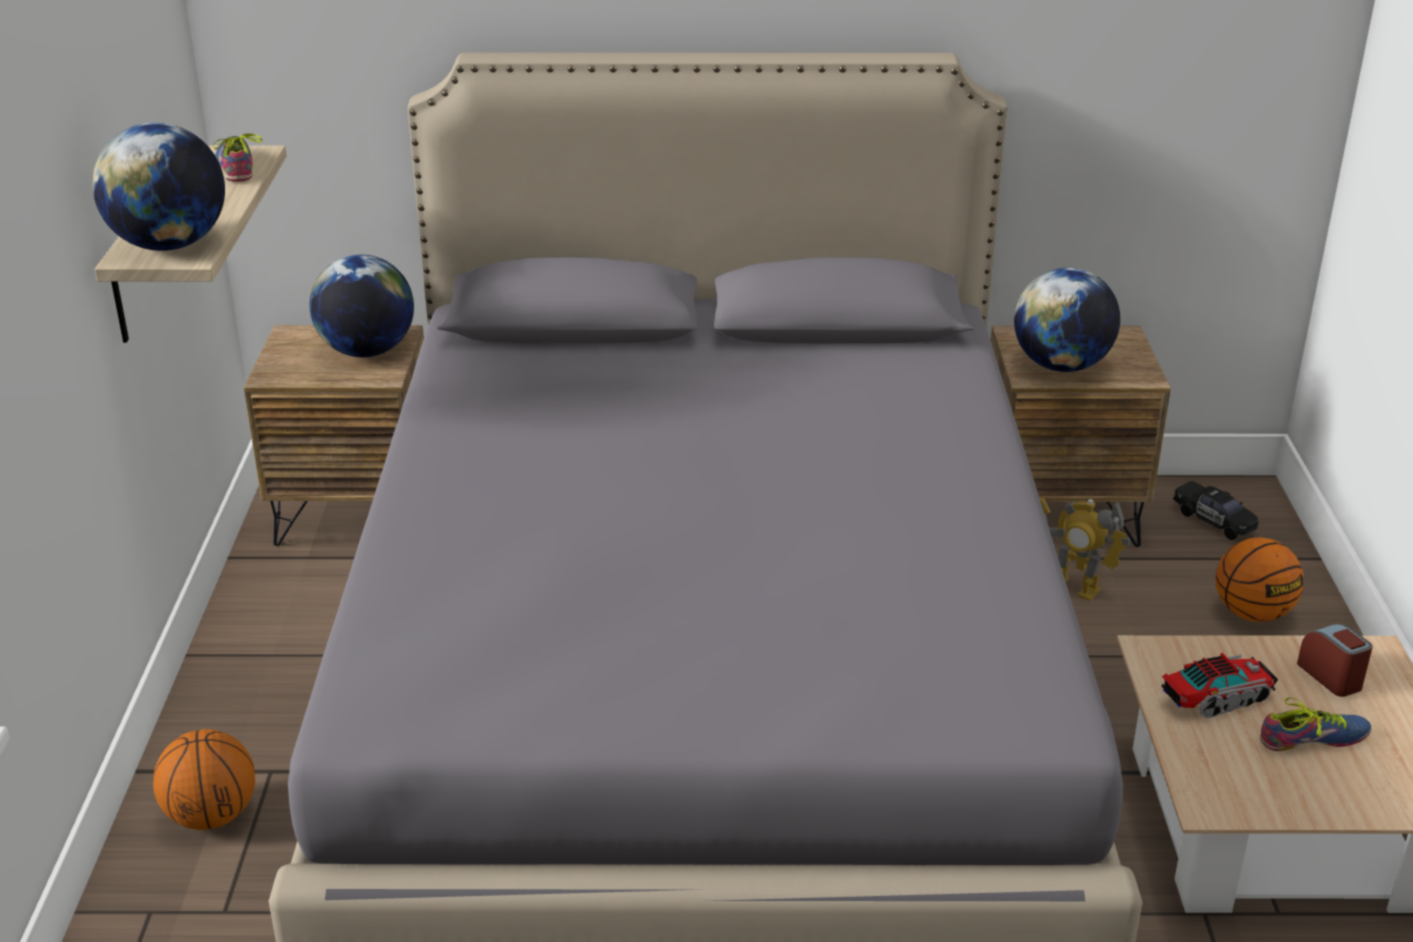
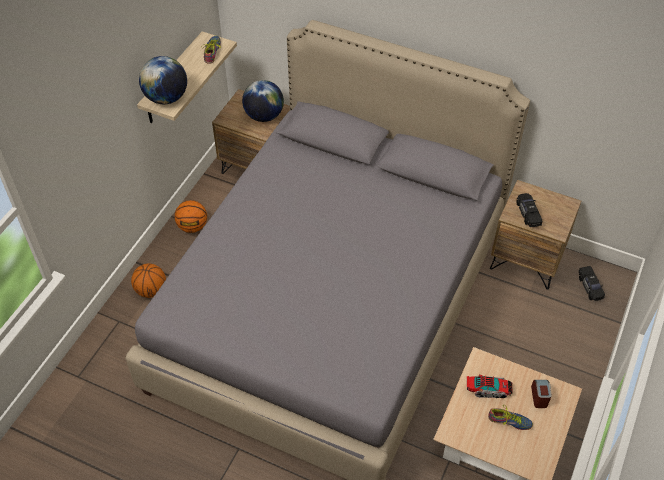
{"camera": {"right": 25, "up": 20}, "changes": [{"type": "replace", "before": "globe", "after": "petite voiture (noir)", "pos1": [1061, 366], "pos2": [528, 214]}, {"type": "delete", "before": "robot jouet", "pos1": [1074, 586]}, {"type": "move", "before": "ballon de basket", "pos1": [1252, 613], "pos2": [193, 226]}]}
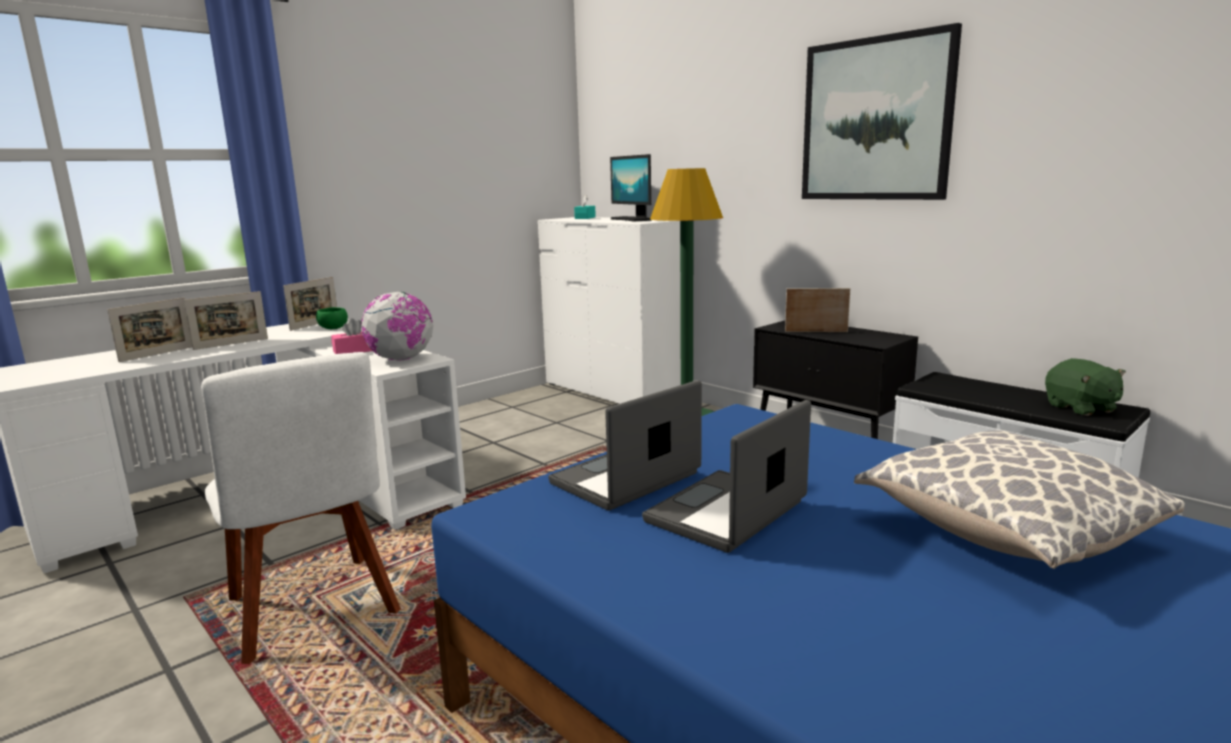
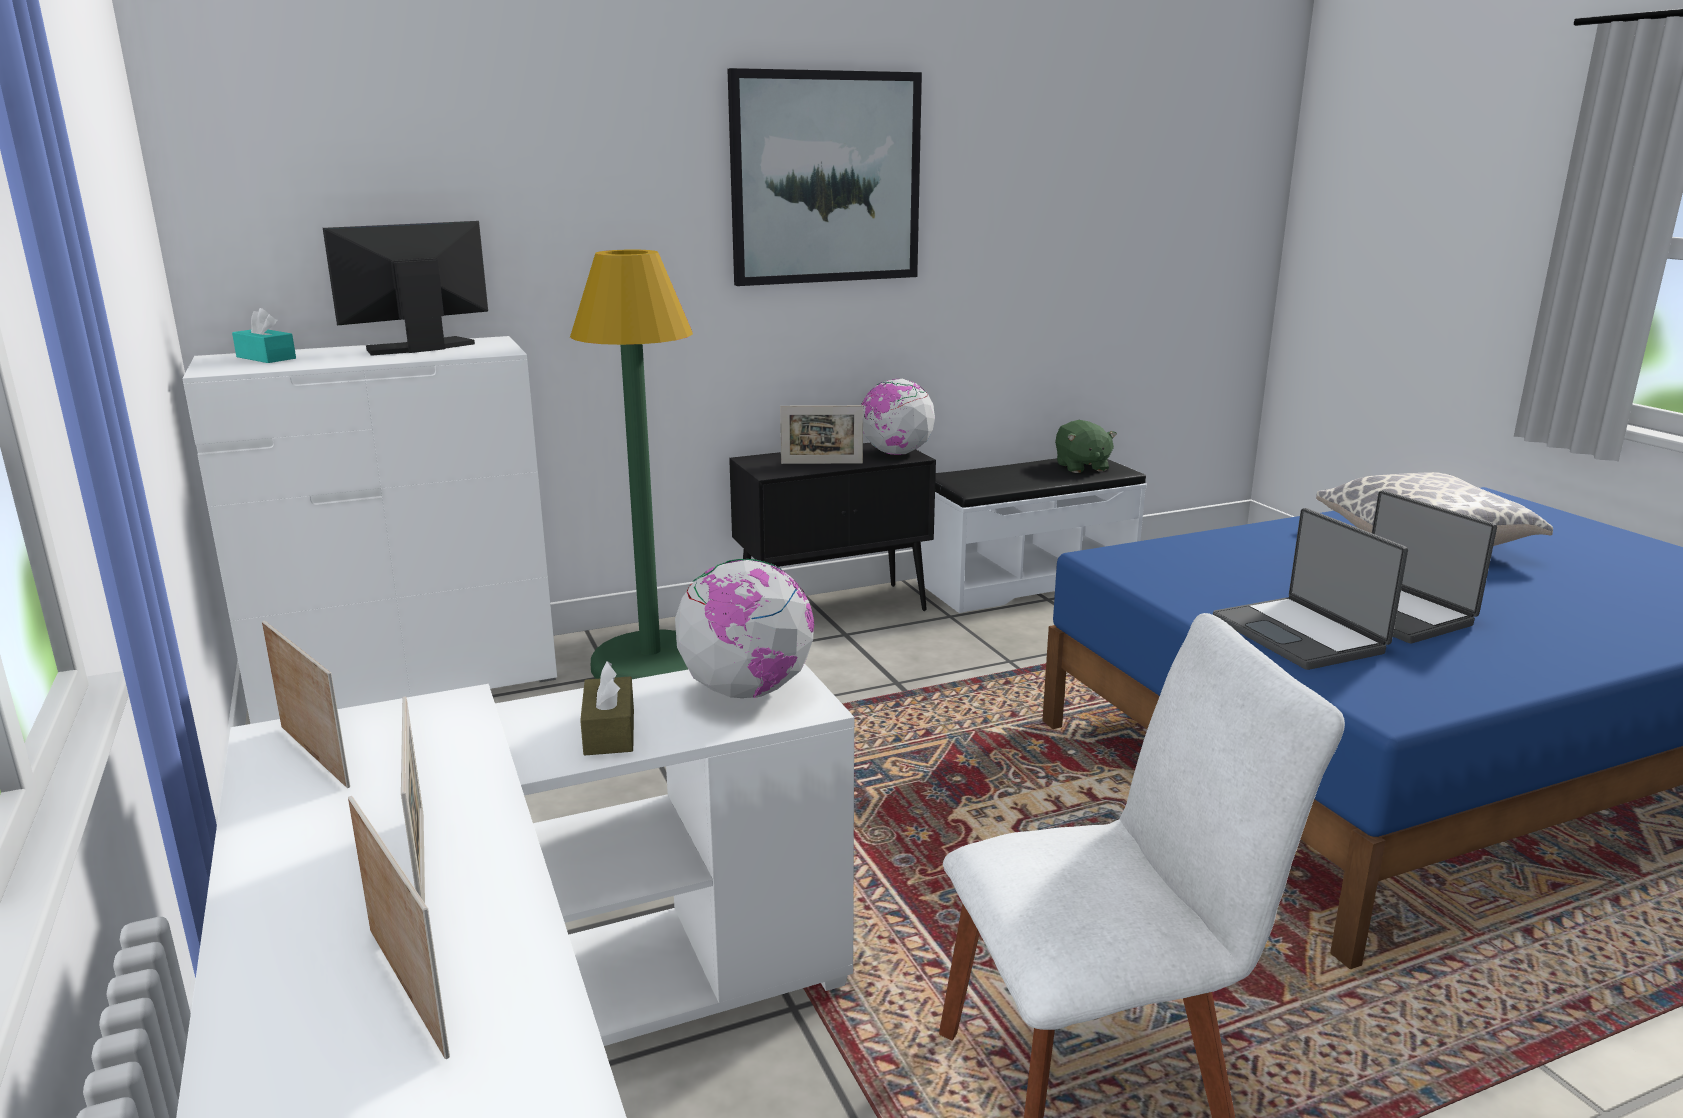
{"camera": {"right": -70, "up": 5}, "changes": [{"type": "rotate", "before": "écran d'ordinateur", "pos1": [632, 219], "pos2": [420, 348], "turn": 150}, {"type": "rotate", "before": "cadre photo", "pos1": [816, 331], "pos2": [821, 463], "turn": -120}, {"type": "delete", "before": "bol (vert)", "pos1": [332, 328]}, {"type": "recolor", "before": "boîte à mouchoirs (rose)", "after": "boîte à mouchoirs (marron)", "pos1": [355, 351], "pos2": [609, 732]}, {"type": "rotate", "before": "peluche (vert)", "pos1": [1080, 408], "pos2": [1081, 467], "turn": 75}, {"type": "insert", "after": "globe", "pos2": [896, 453]}]}
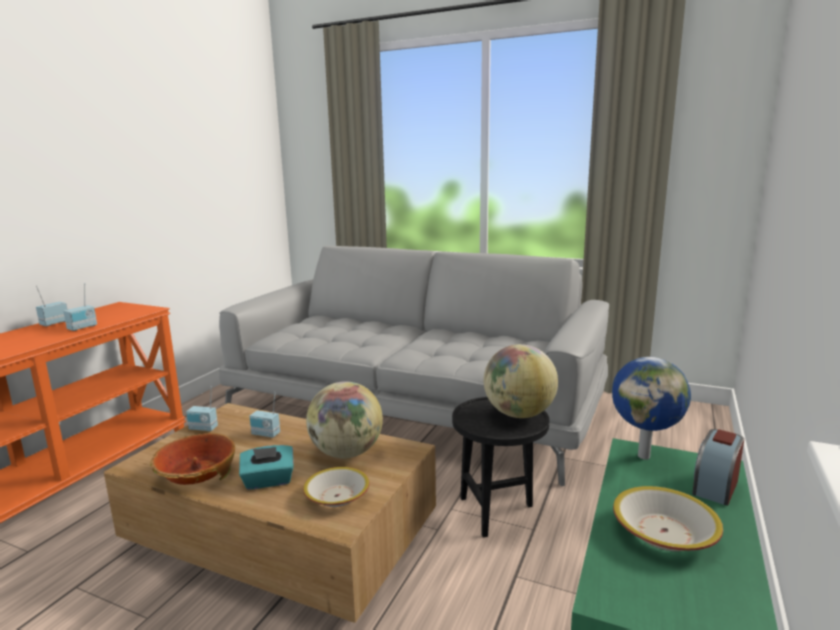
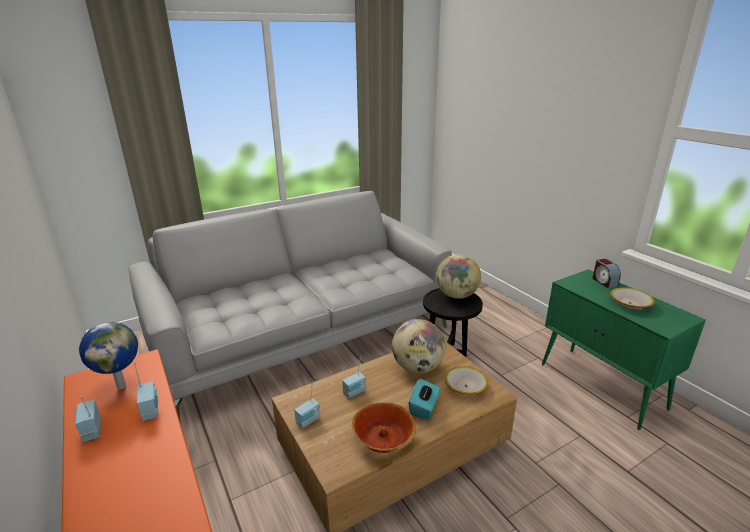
{"camera": {"right": -55, "up": 10}, "changes": [{"type": "move", "before": "globe", "pos1": [644, 455], "pos2": [122, 385]}]}
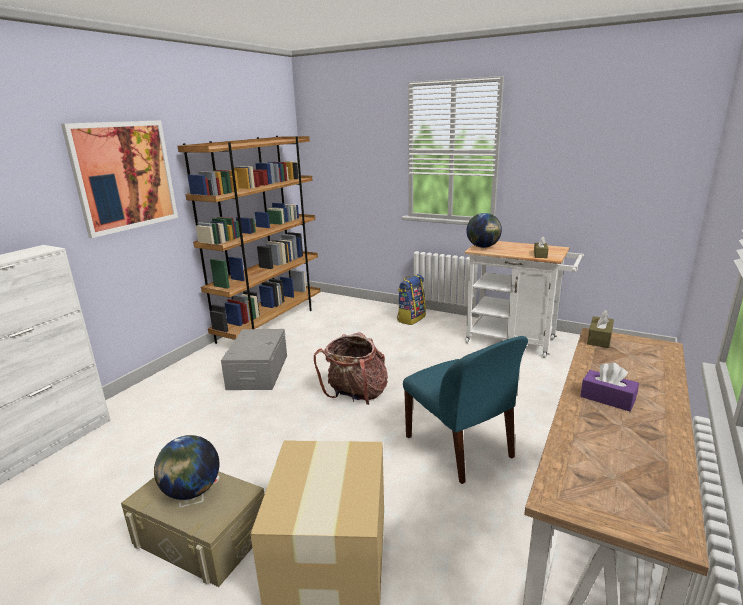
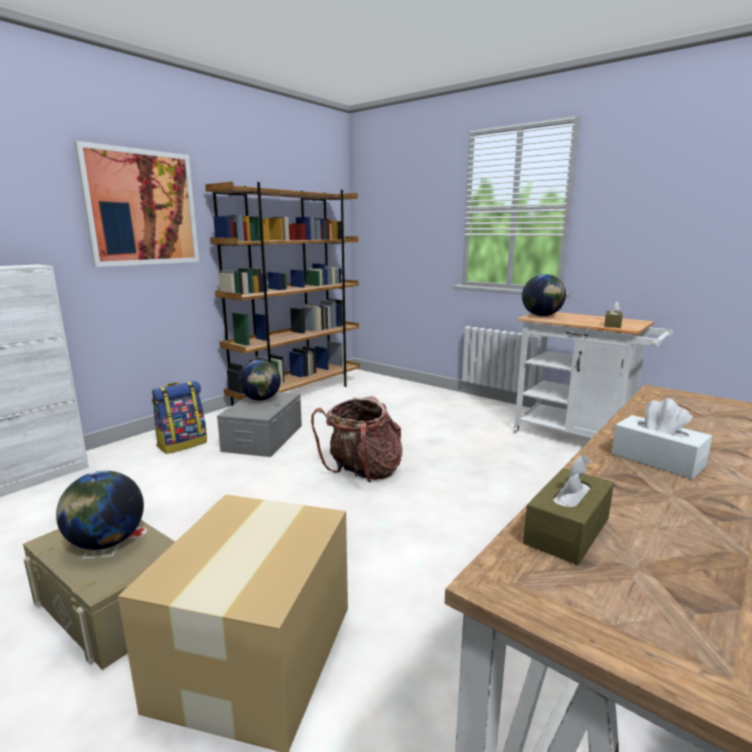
{"camera": {"right": 10, "up": -5}, "changes": [{"type": "move", "before": "sac à dos", "pos1": [411, 318], "pos2": [182, 444]}, {"type": "move", "before": "boîte à mouchoirs (marron)", "pos1": [599, 338], "pos2": [567, 531]}, {"type": "delete", "before": "chaise (bleu)", "pos1": [460, 448]}, {"type": "recolor", "before": "boîte à mouchoirs (violet)", "after": "boîte à mouchoirs (blanc)", "pos1": [607, 398], "pos2": [657, 459]}, {"type": "insert", "after": "globe", "pos2": [261, 399]}]}
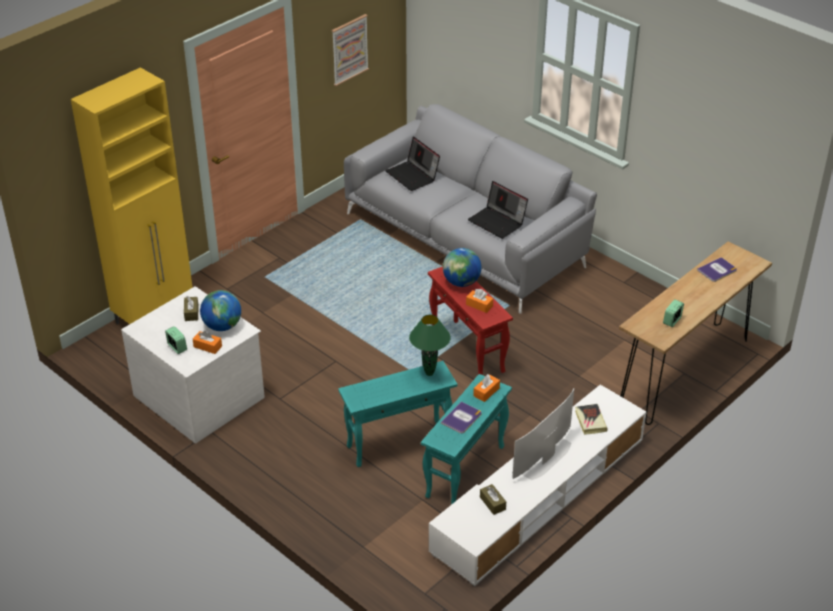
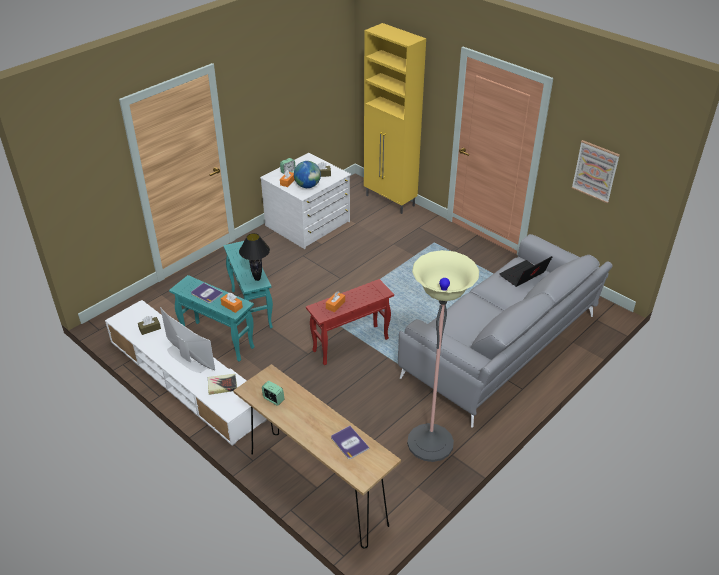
{"camera": {"right": 90, "up": 0}, "changes": [{"type": "delete", "before": "ordinateur portable", "pos1": [498, 222]}, {"type": "delete", "before": "globe", "pos1": [461, 282]}, {"type": "recolor", "before": "lampe de table (vert)", "after": "lampe de table (noir)", "pos1": [429, 373], "pos2": [257, 279]}, {"type": "insert", "after": "lampadaire", "pos2": [430, 443]}]}
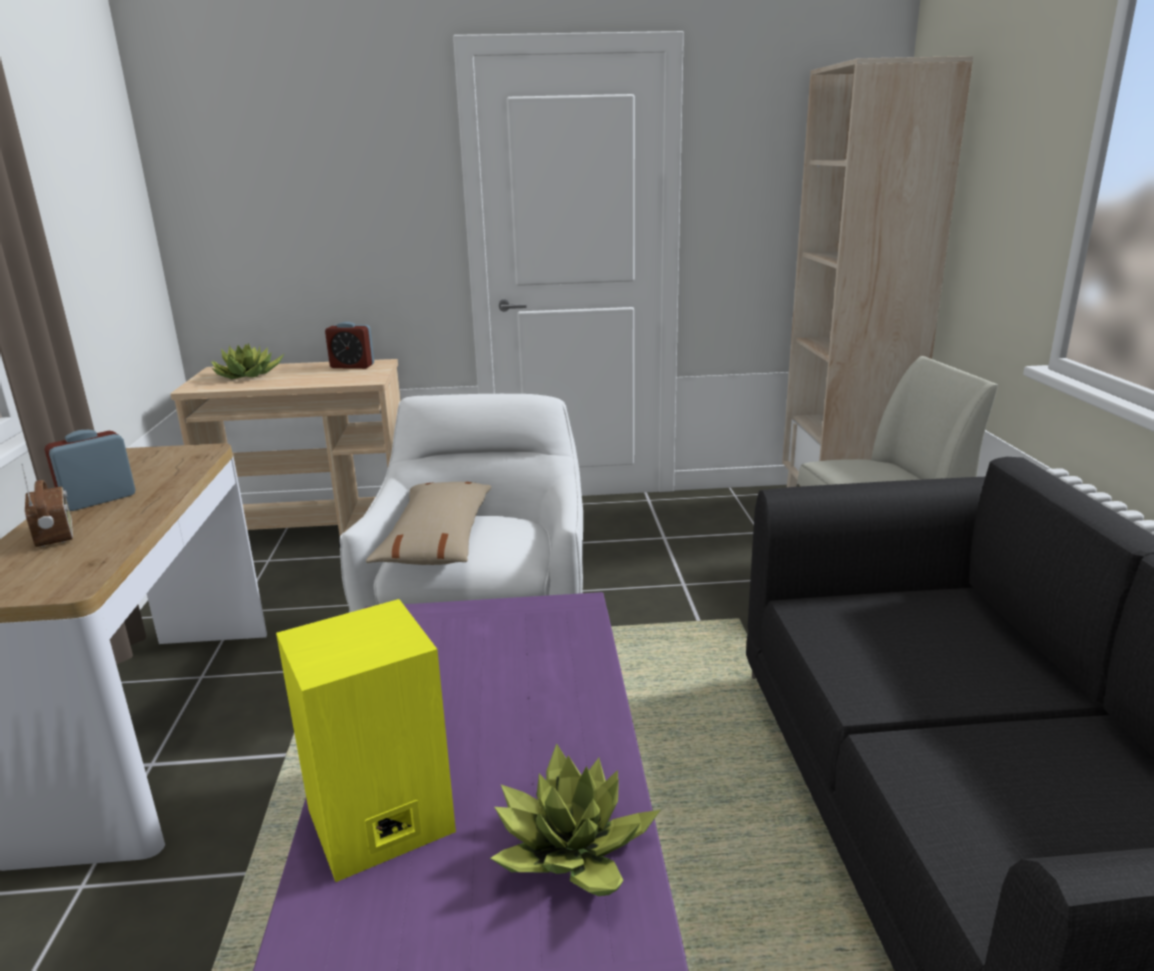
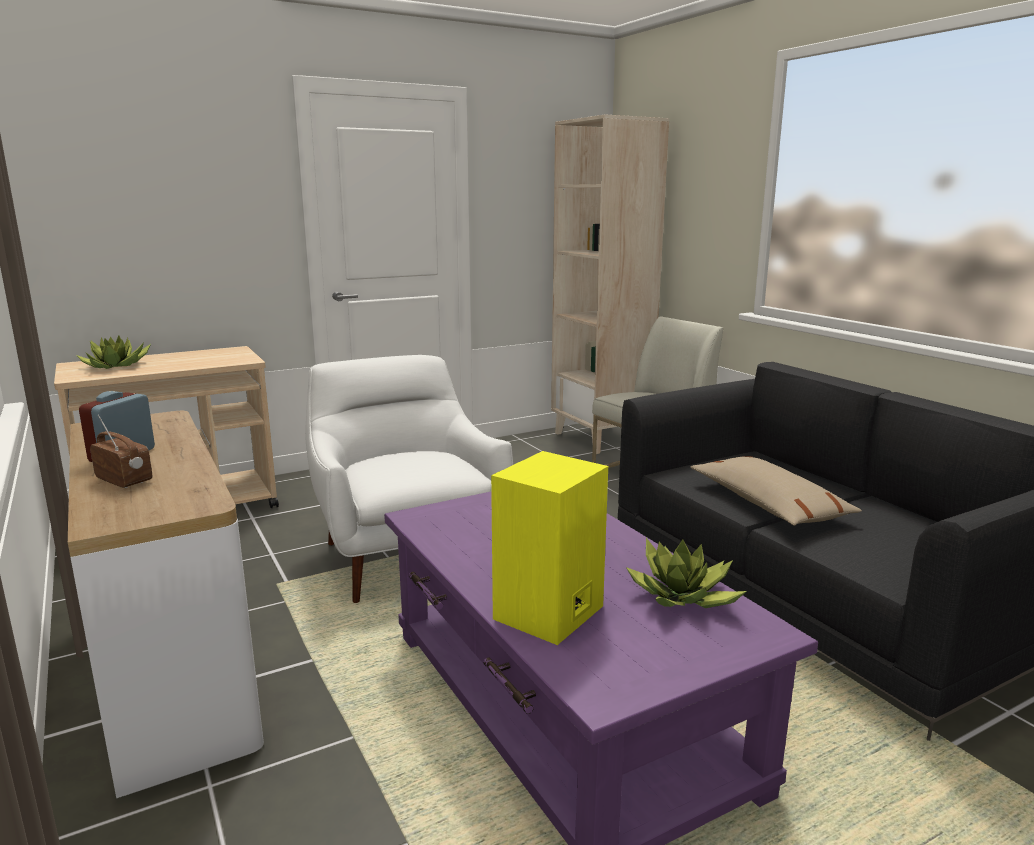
{"camera": {"right": -25, "up": -5}, "changes": [{"type": "delete", "before": "réveil", "pos1": [352, 366]}, {"type": "move", "before": "coussin (beige)", "pos1": [438, 539], "pos2": [768, 505]}]}
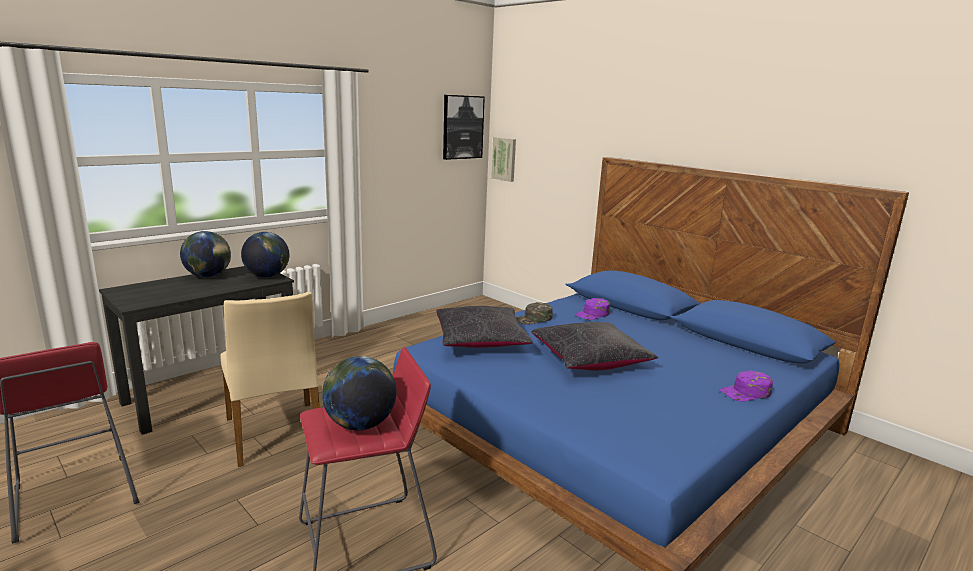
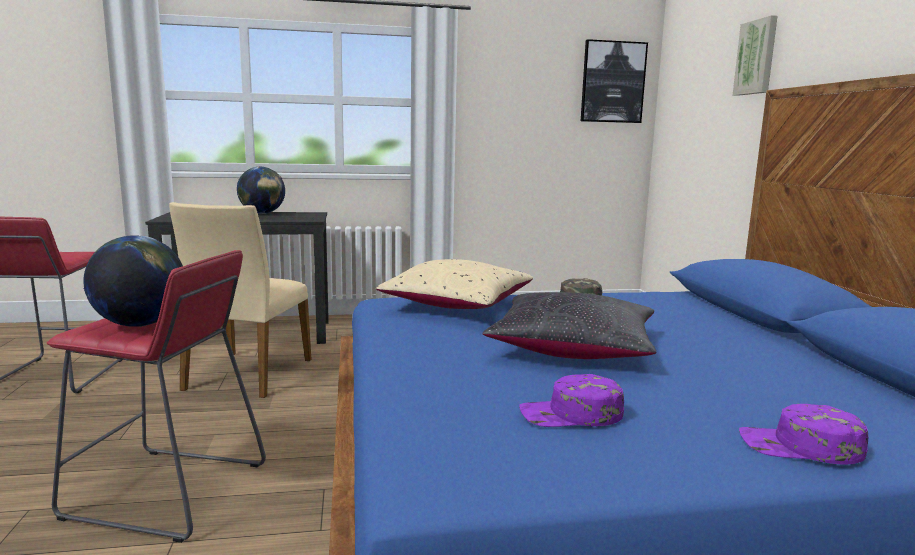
{"camera": {"right": 35, "up": -5}, "changes": [{"type": "move", "before": "tableau", "pos1": [504, 159], "pos2": [757, 57]}, {"type": "delete", "before": "globe", "pos1": [267, 276]}, {"type": "move", "before": "casquette (violet)", "pos1": [592, 314], "pos2": [571, 414]}, {"type": "recolor", "before": "coussin (noir)", "after": "coussin (beige)", "pos1": [480, 340], "pos2": [458, 304]}]}
